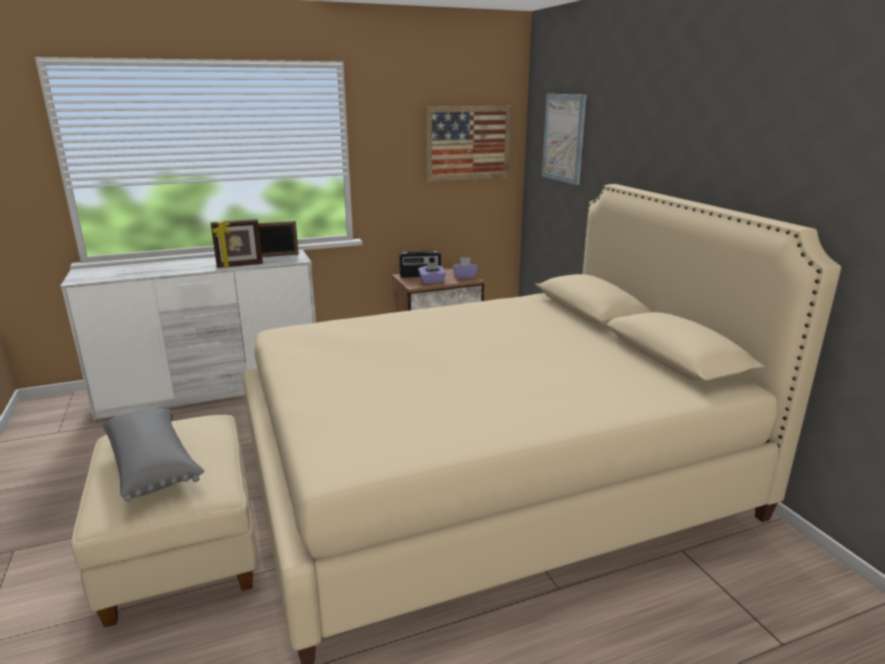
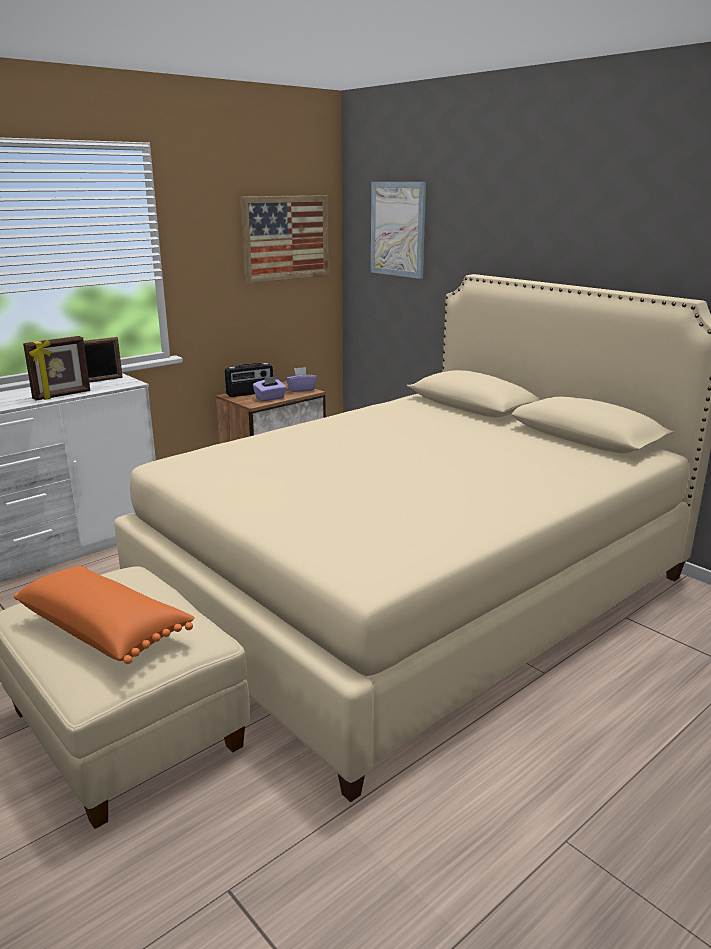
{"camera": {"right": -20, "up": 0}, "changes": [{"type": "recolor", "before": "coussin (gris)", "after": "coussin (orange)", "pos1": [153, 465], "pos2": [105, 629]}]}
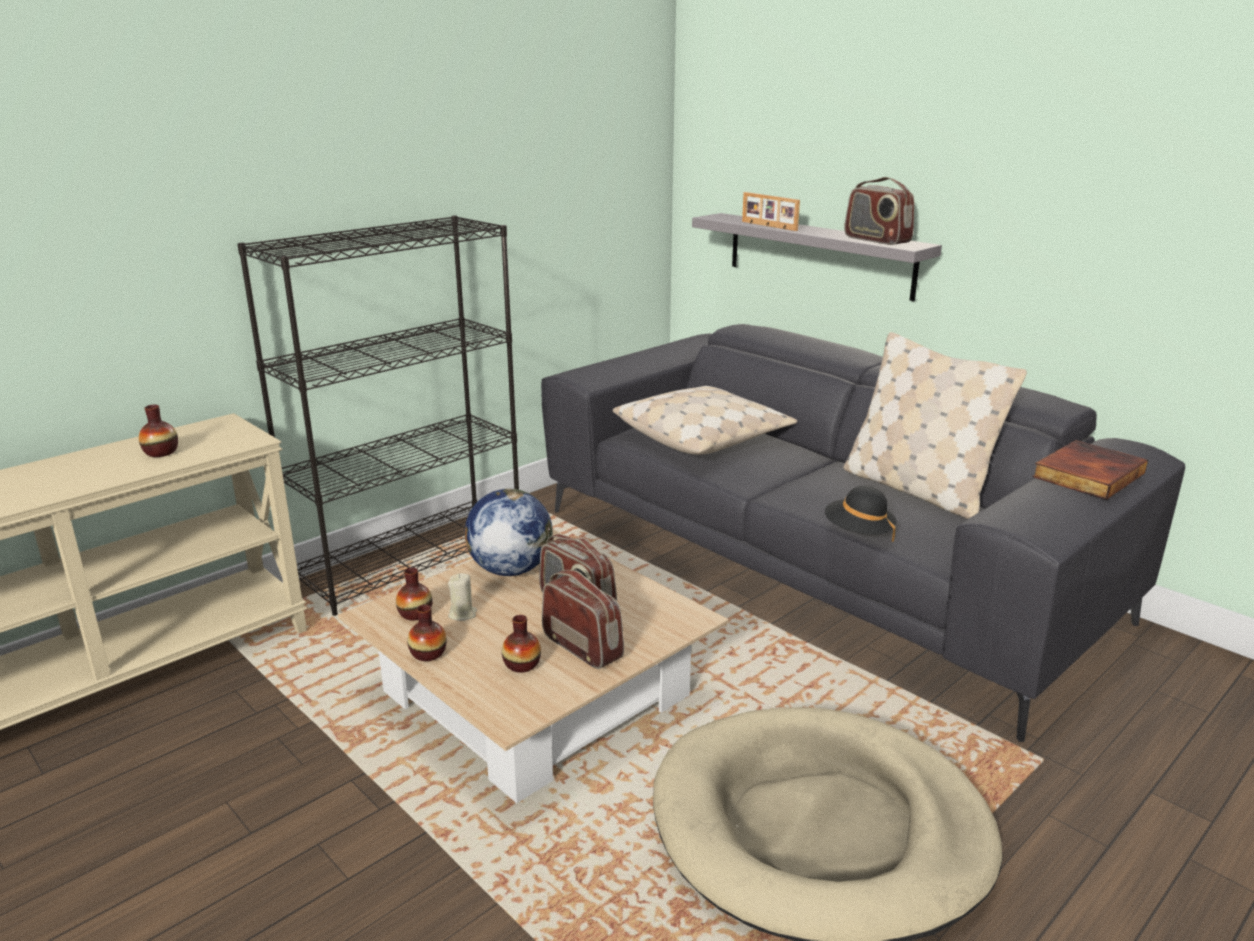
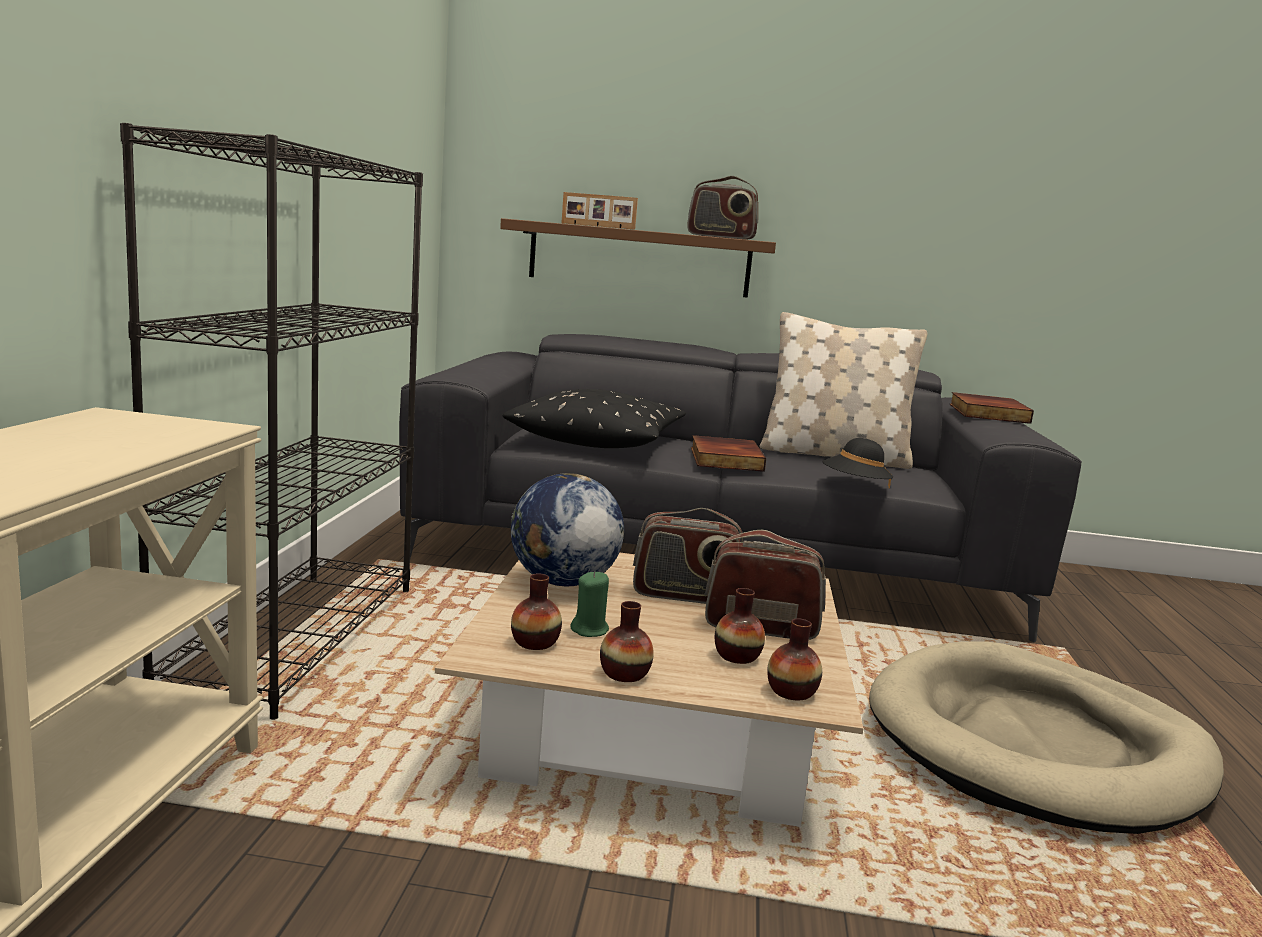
{"camera": {"right": -40, "up": -10}, "changes": [{"type": "recolor", "before": "étagère (gris)", "after": "étagère (marron)", "pos1": [819, 255], "pos2": [639, 259]}, {"type": "recolor", "before": "coussin (beige)", "after": "coussin (noir)", "pos1": [703, 437], "pos2": [597, 438]}, {"type": "move", "before": "vase", "pos1": [161, 452], "pos2": [791, 691]}, {"type": "recolor", "before": "bougie (beige)", "after": "bougie (vert)", "pos1": [462, 614], "pos2": [590, 630]}, {"type": "insert", "after": "livre", "pos2": [724, 459]}]}
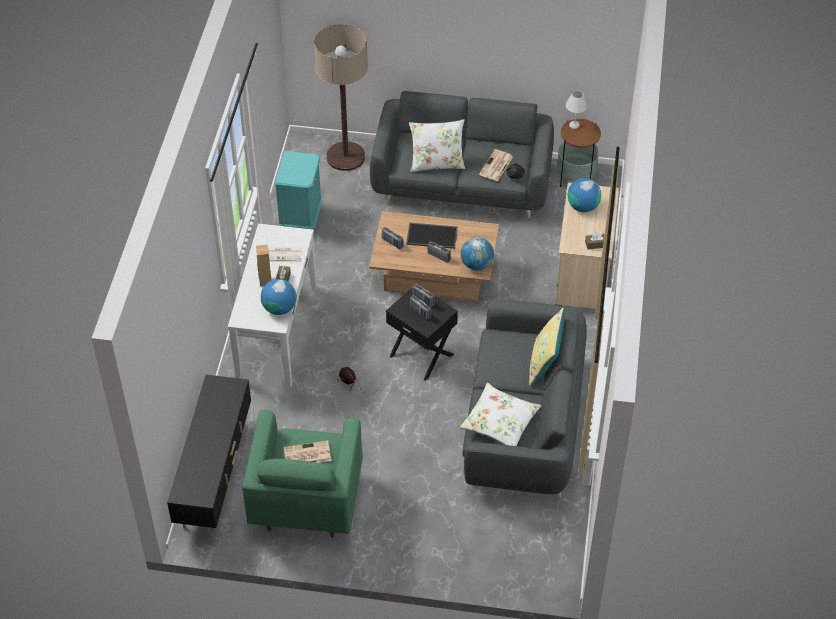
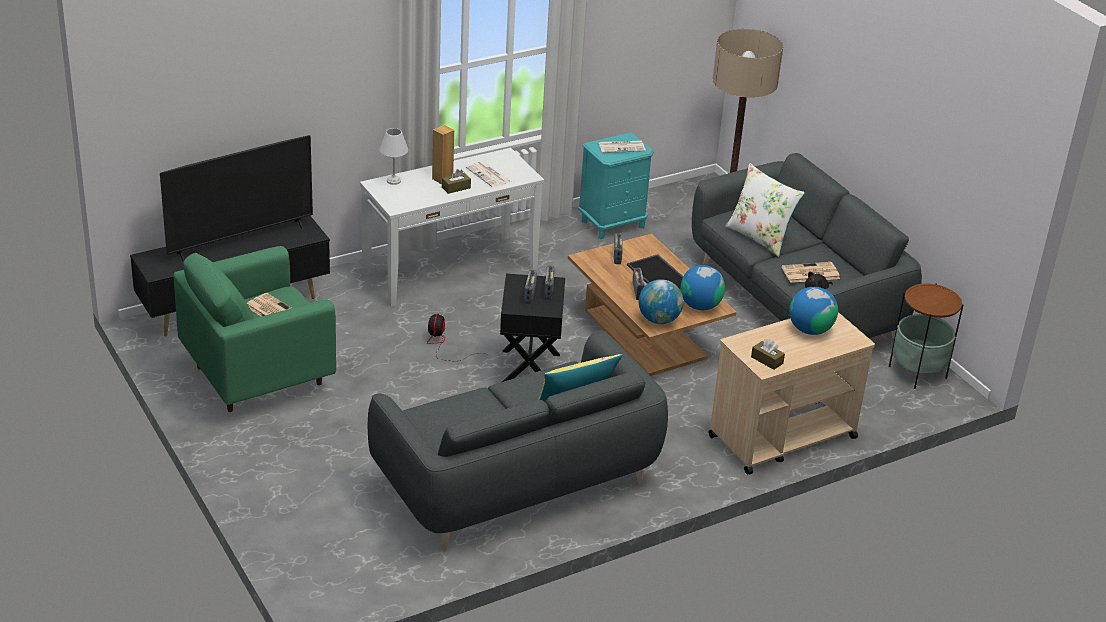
{"camera": {"right": 50, "up": -15}, "changes": [{"type": "move", "before": "lampe de table (blanc)", "pos1": [574, 125], "pos2": [394, 181]}, {"type": "move", "before": "globe", "pos1": [279, 308], "pos2": [700, 306]}, {"type": "delete", "before": "coussin (blanc)", "pos1": [500, 422]}, {"type": "insert", "after": "téléviseur", "pos2": [240, 240]}, {"type": "insert", "after": "journal", "pos2": [622, 147]}]}
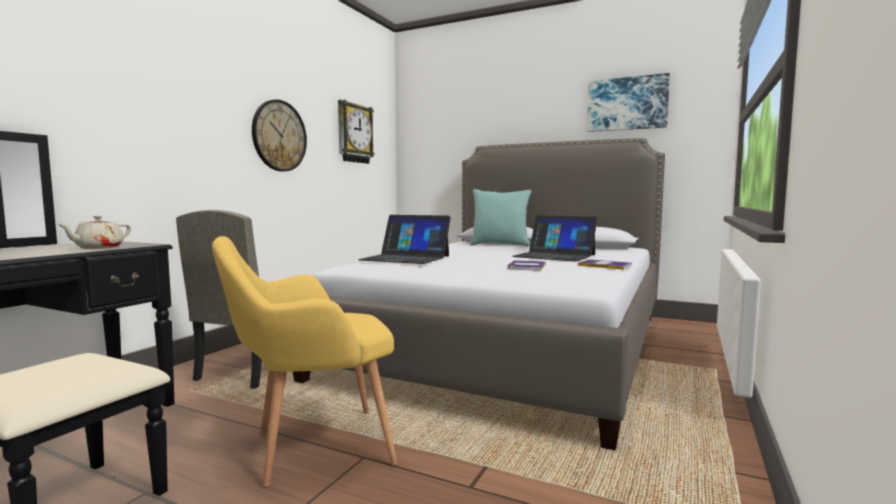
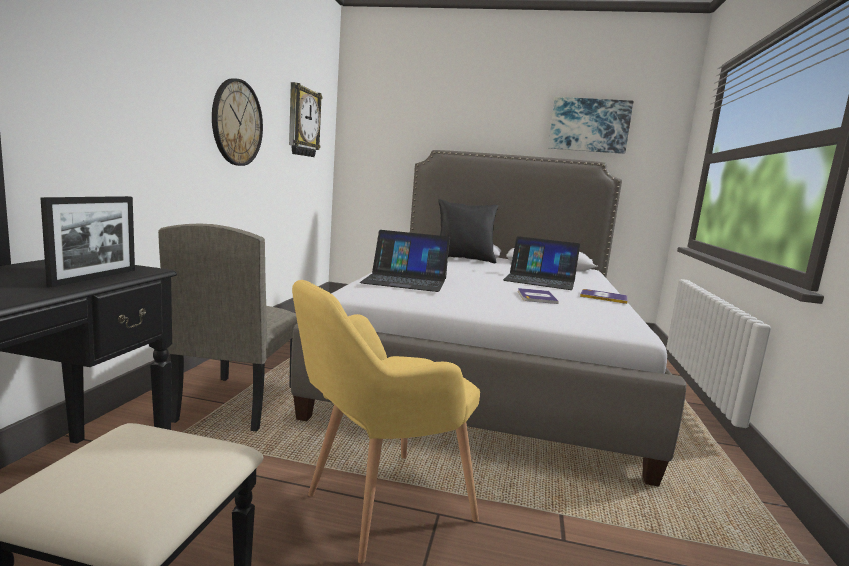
{"camera": {"right": -15, "up": 5}, "changes": [{"type": "recolor", "before": "coussin (turquoise)", "after": "coussin (noir)", "pos1": [500, 245], "pos2": [464, 260]}, {"type": "replace", "before": "théière (beige)", "after": "cadre photo", "pos1": [98, 248], "pos2": [94, 277]}]}
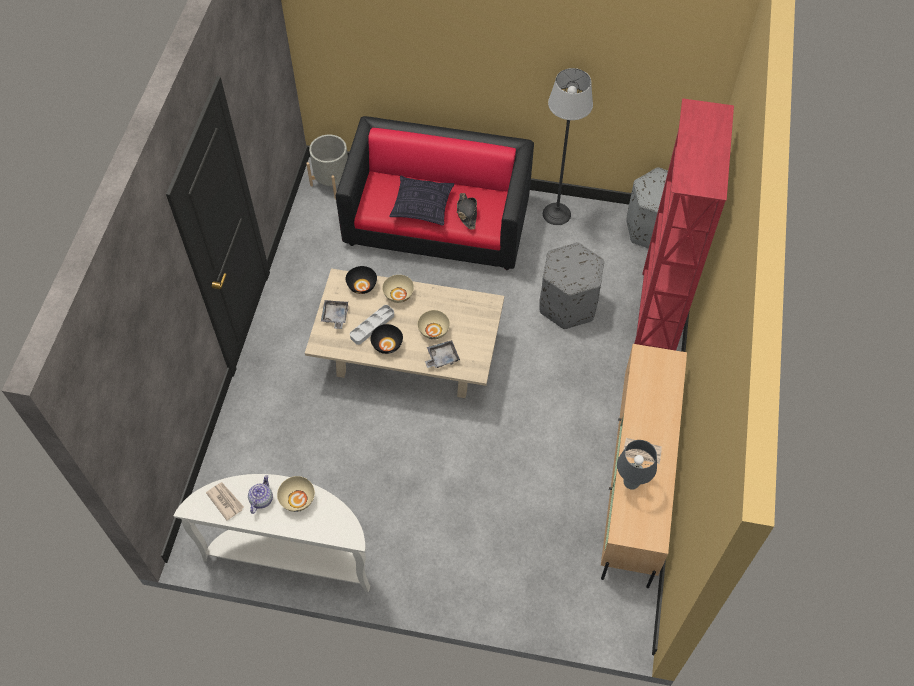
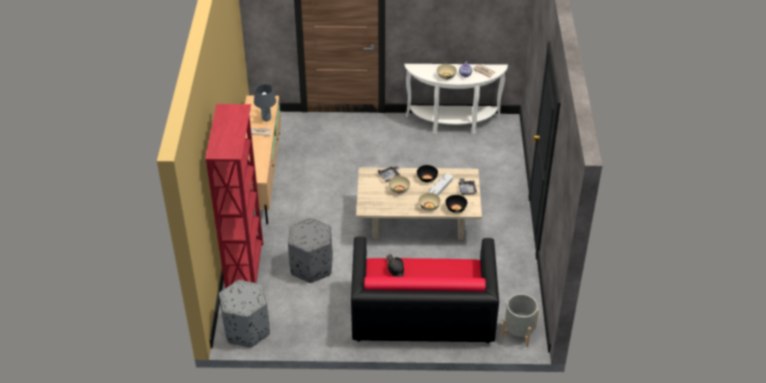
{"camera": {"right": 170, "up": -15}, "changes": [{"type": "delete", "before": "lampadaire", "pos1": [557, 214]}, {"type": "delete", "before": "coussin", "pos1": [422, 206]}]}
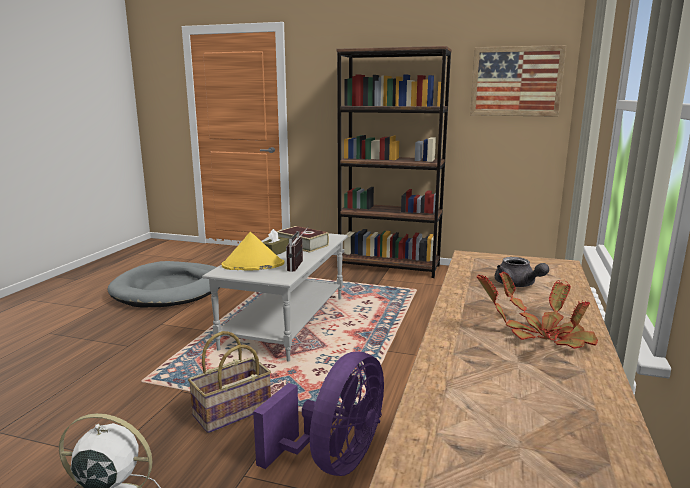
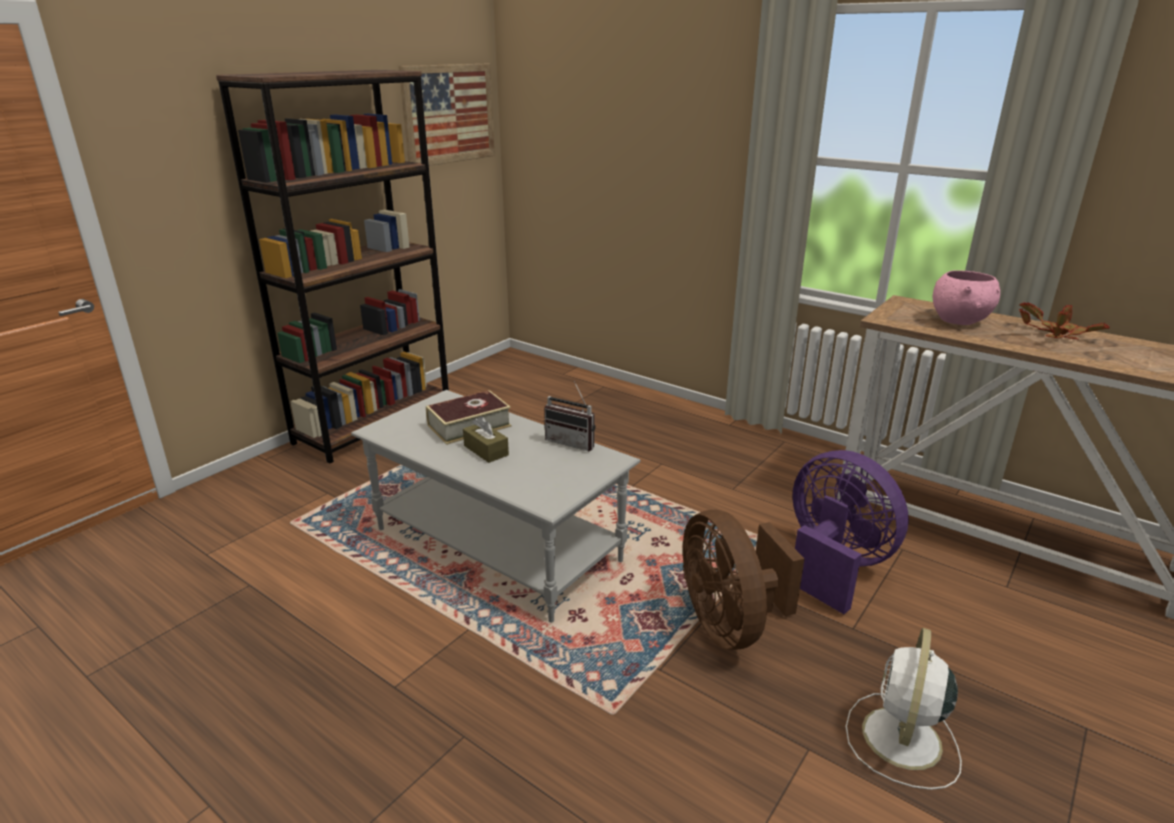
{"camera": {"right": -70, "up": 10}, "changes": [{"type": "delete", "before": "chapeau (jaune)", "pos1": [252, 265]}, {"type": "replace", "before": "théière (gris)", "after": "bol (rose)", "pos1": [517, 285], "pos2": [959, 321]}, {"type": "delete", "before": "panier pour chien (gris)", "pos1": [170, 289]}, {"type": "replace", "before": "panier", "after": "ventilateur (marron)", "pos1": [232, 412], "pos2": [729, 624]}]}
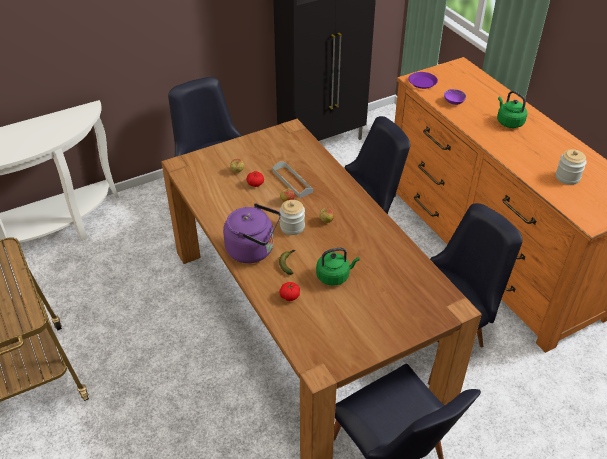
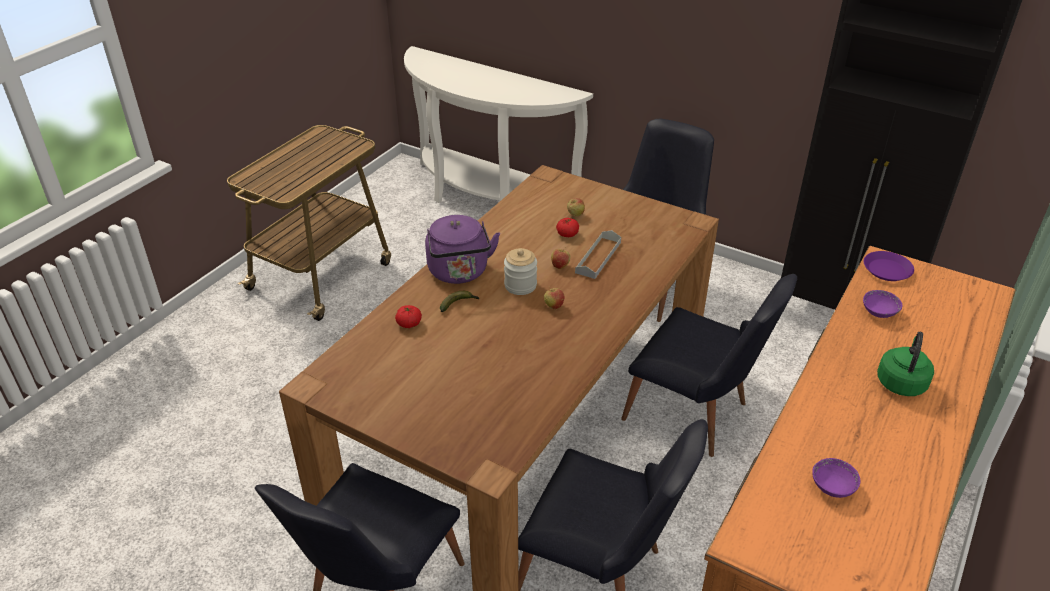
{"camera": {"right": 60, "up": -5}, "changes": [{"type": "replace", "before": "bocal", "after": "bol (violet)", "pos1": [567, 177], "pos2": [832, 487]}, {"type": "delete", "before": "bouilloire (vert)", "pos1": [334, 276]}]}
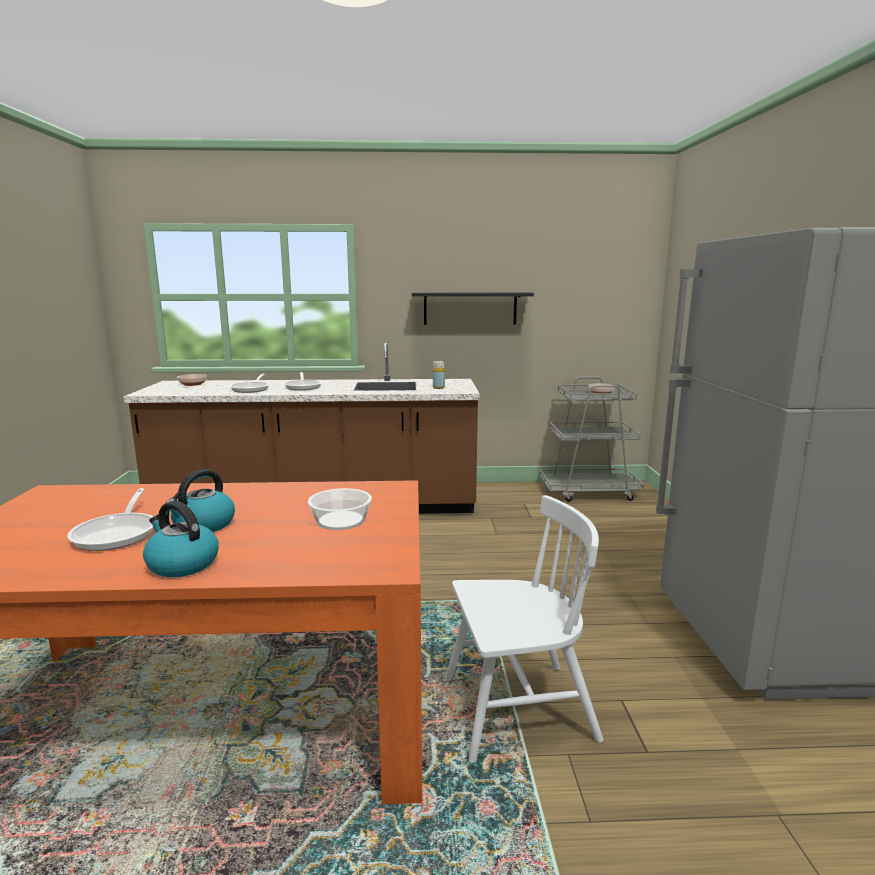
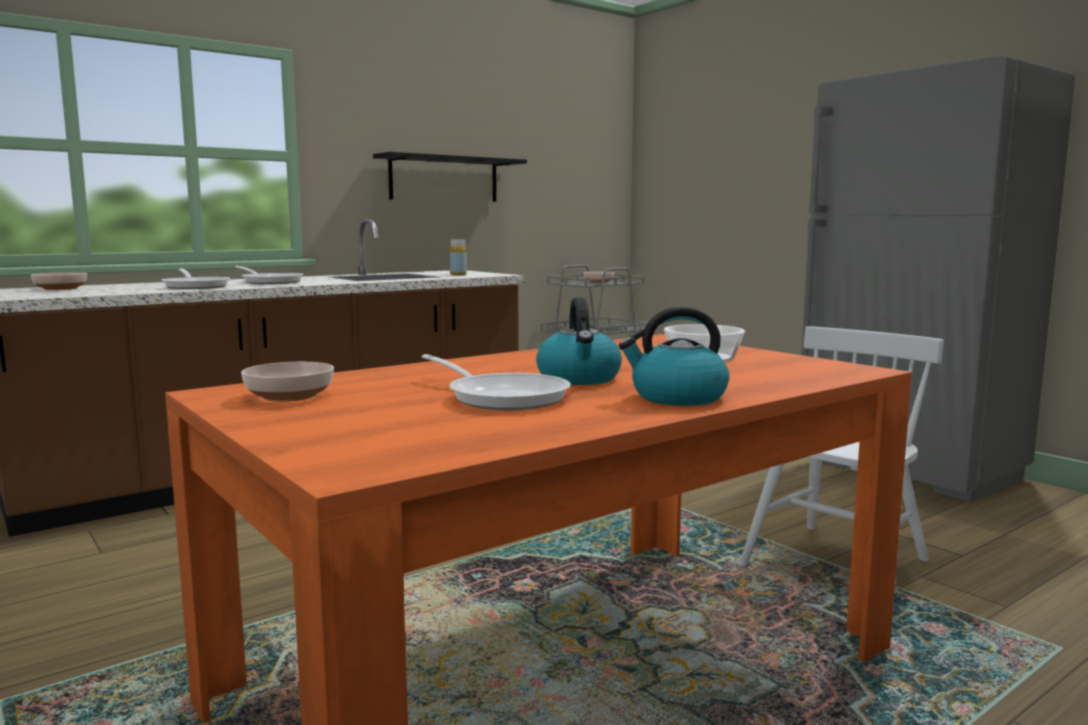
{"camera": {"right": -35, "up": -5}, "changes": [{"type": "insert", "after": "bol", "pos2": [291, 396]}]}
